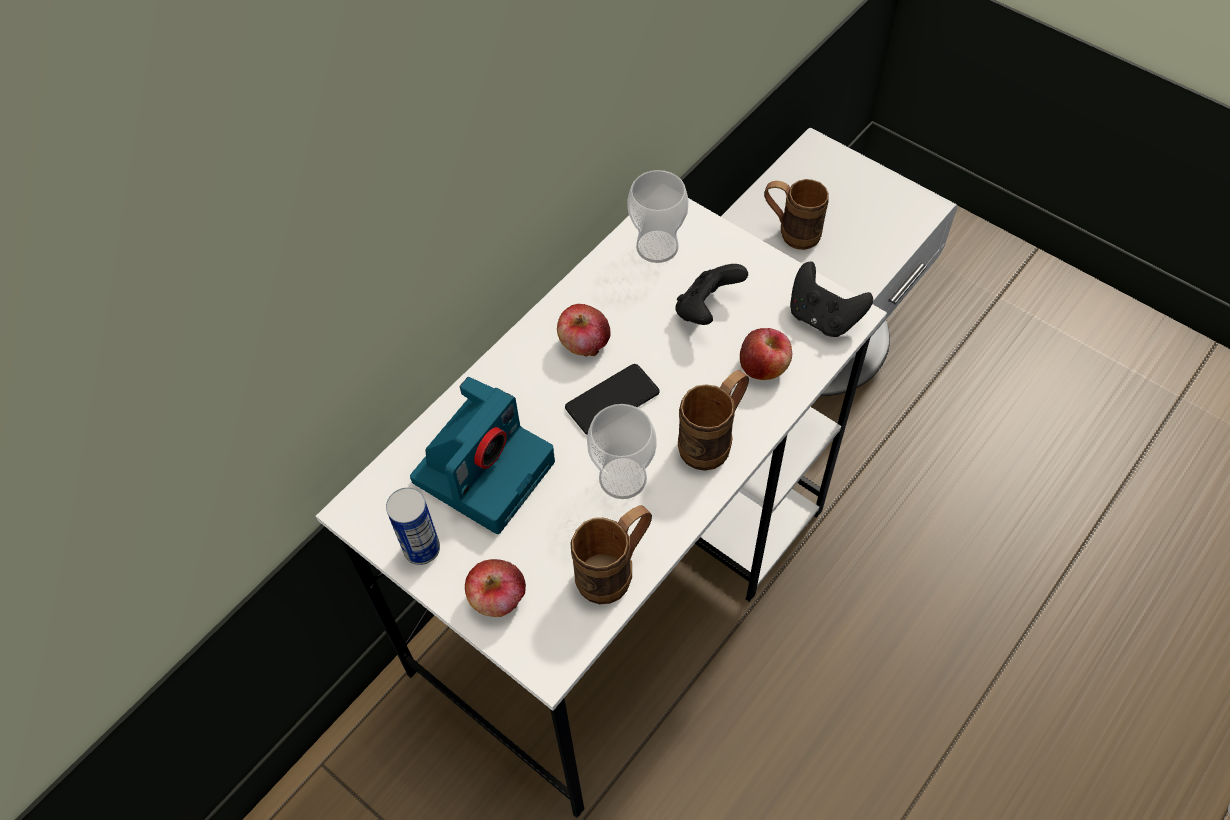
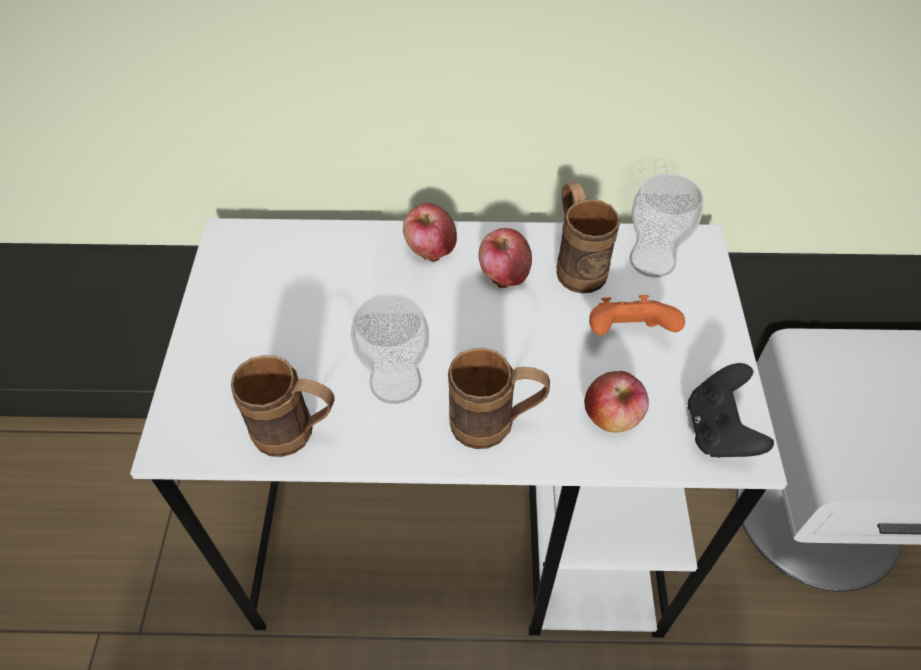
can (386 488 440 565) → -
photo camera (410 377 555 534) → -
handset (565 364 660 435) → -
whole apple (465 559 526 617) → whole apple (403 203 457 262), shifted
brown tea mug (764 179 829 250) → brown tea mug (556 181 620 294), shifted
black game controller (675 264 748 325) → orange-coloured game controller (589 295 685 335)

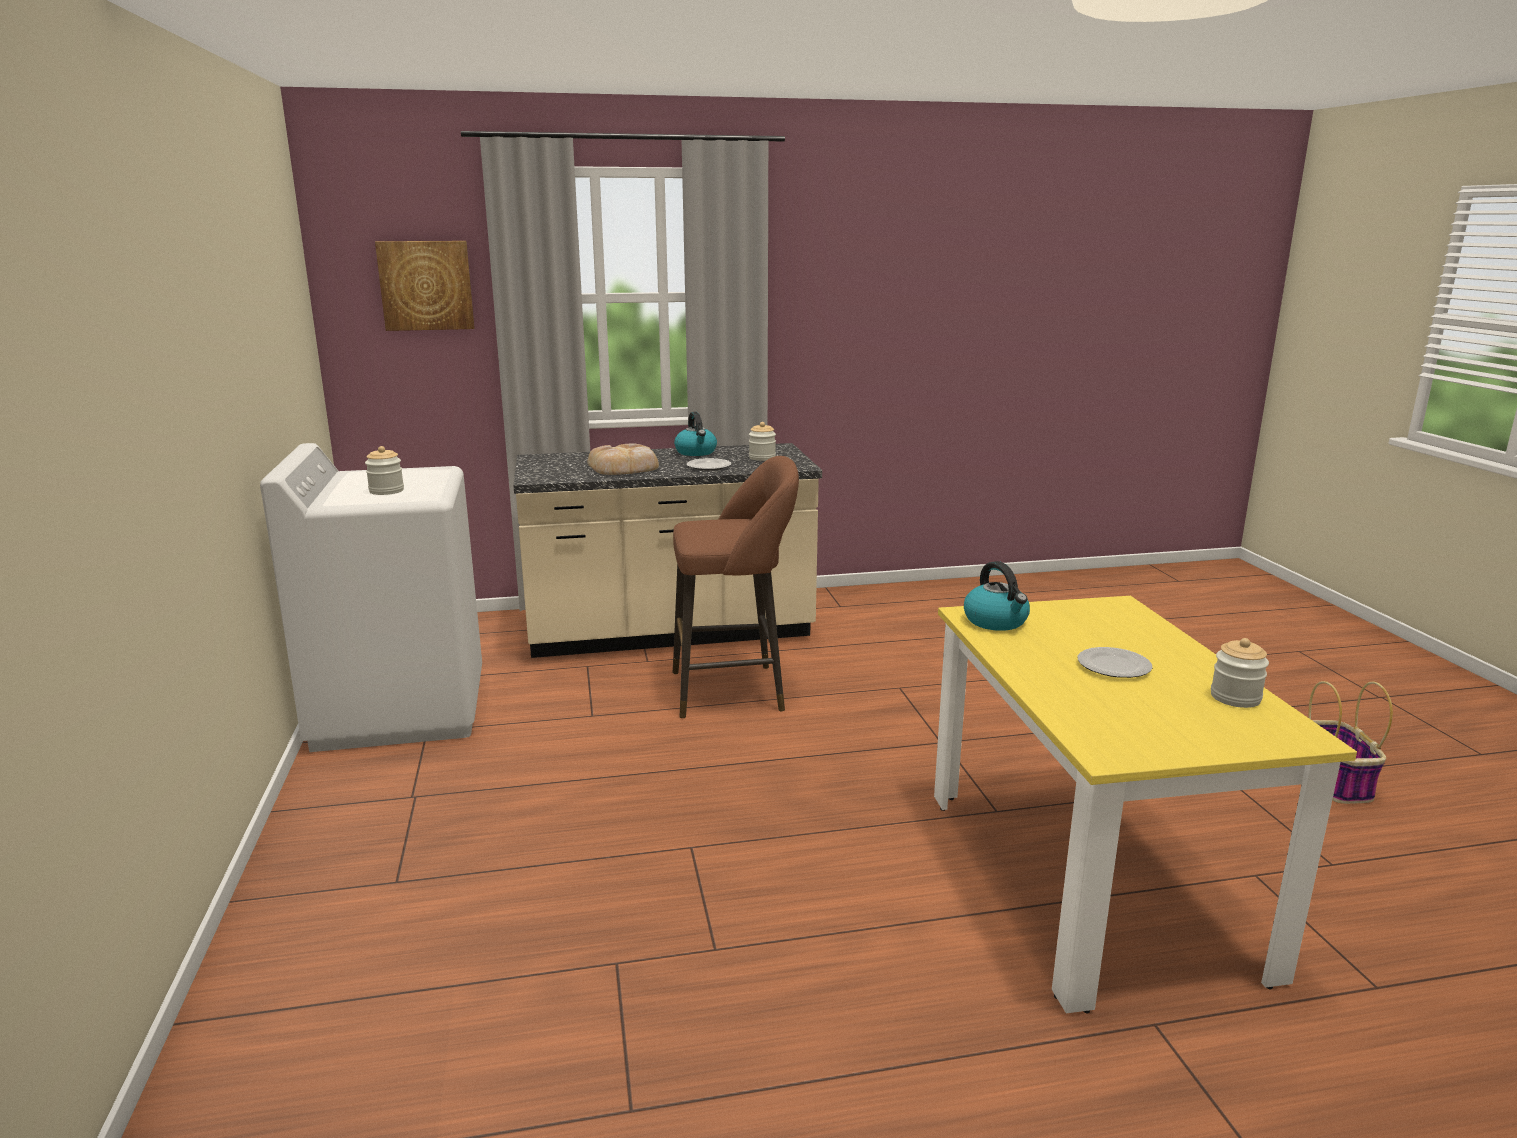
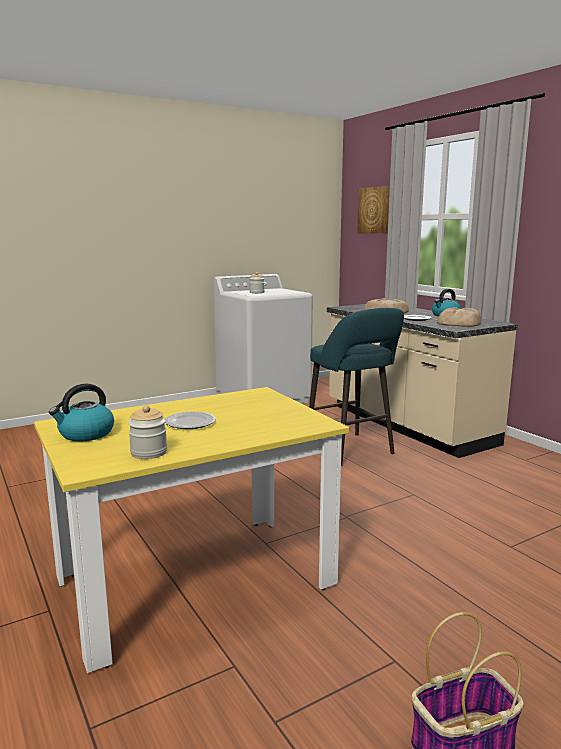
water kettle (964 561 1030 631) → water kettle (49 384 114 442), shifted
storage jar (749 422 776 461) → bread (437 307 481 327)
brown stool seat (673 456 799 718) → turquoise stool seat (309 308 404 466)

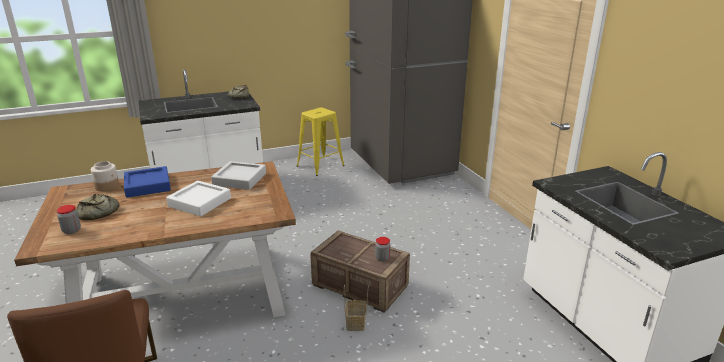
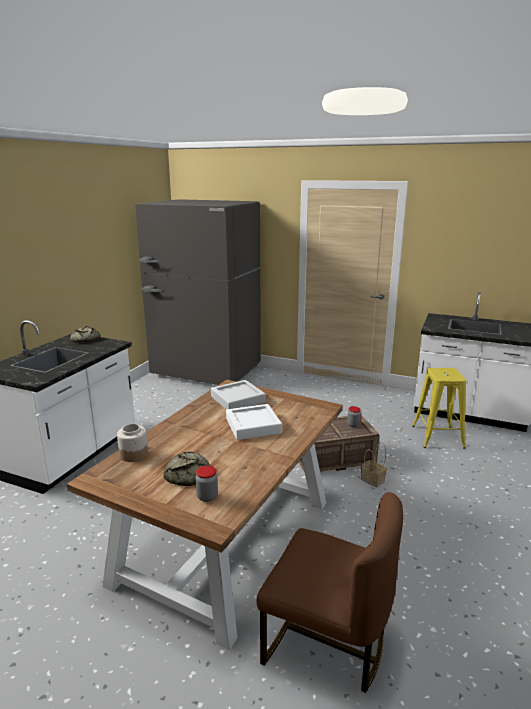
bluish tray (124 166 171 198) → -
yellowish stool seat (297 108 345 176) → yellowish stool seat (412 368 466 449), shifted

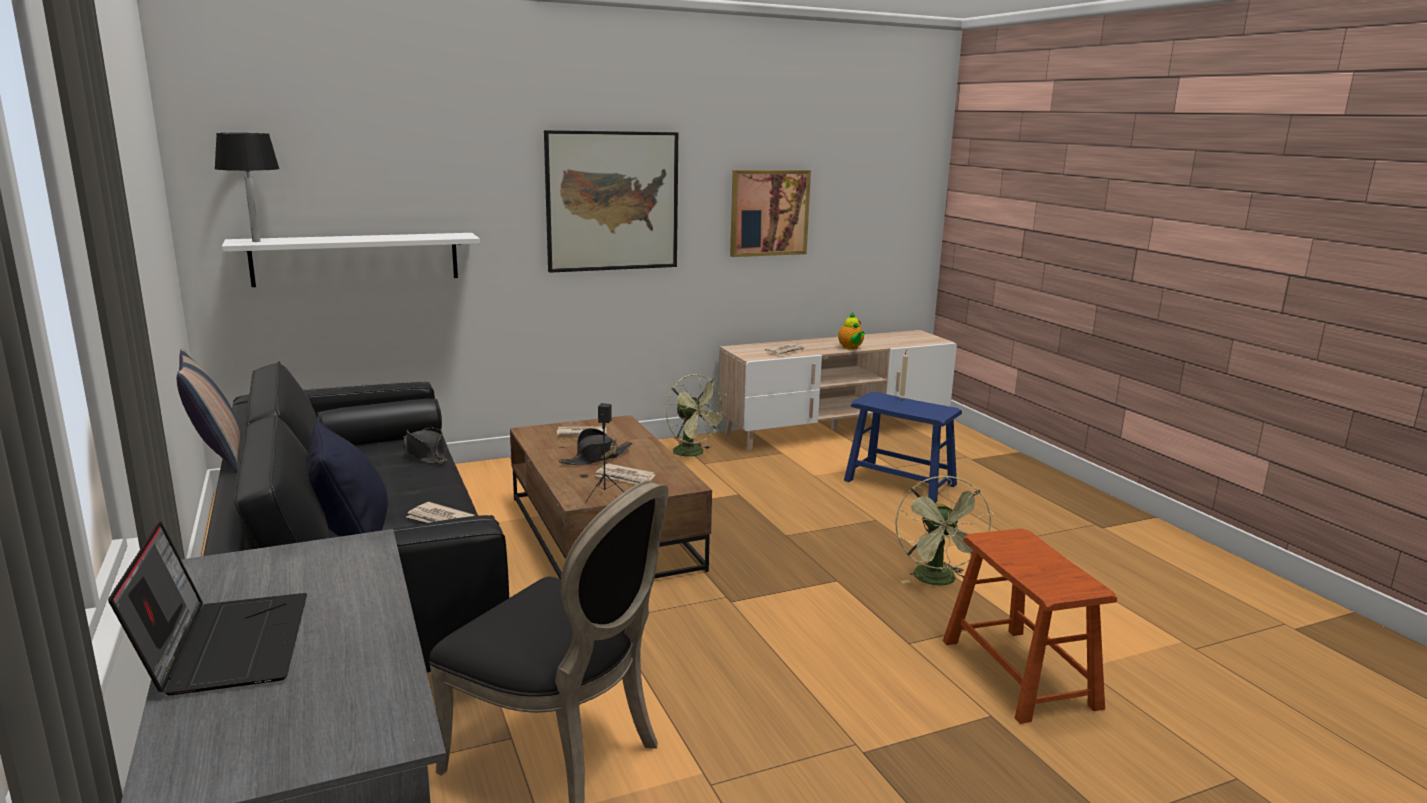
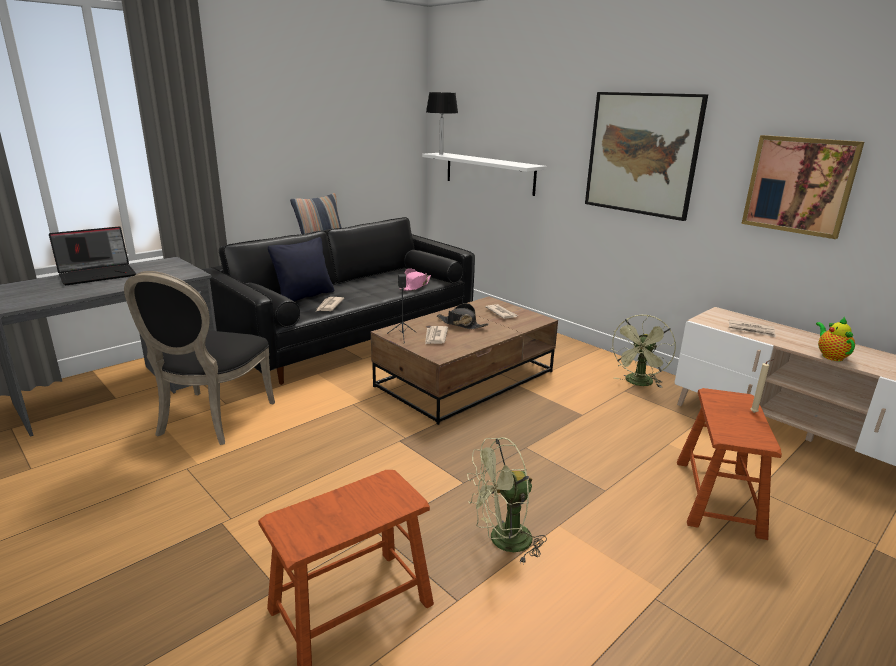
black clothing hat (404 427 447 464) → pink-coloured clothing hat (400 268 431 291)
bluish stool seat (844 392 962 503) → brown stool seat (677 388 782 540)
tea pot (838 312 865 350) → tea pot (816 317 855 361), 120 degrees clockwise

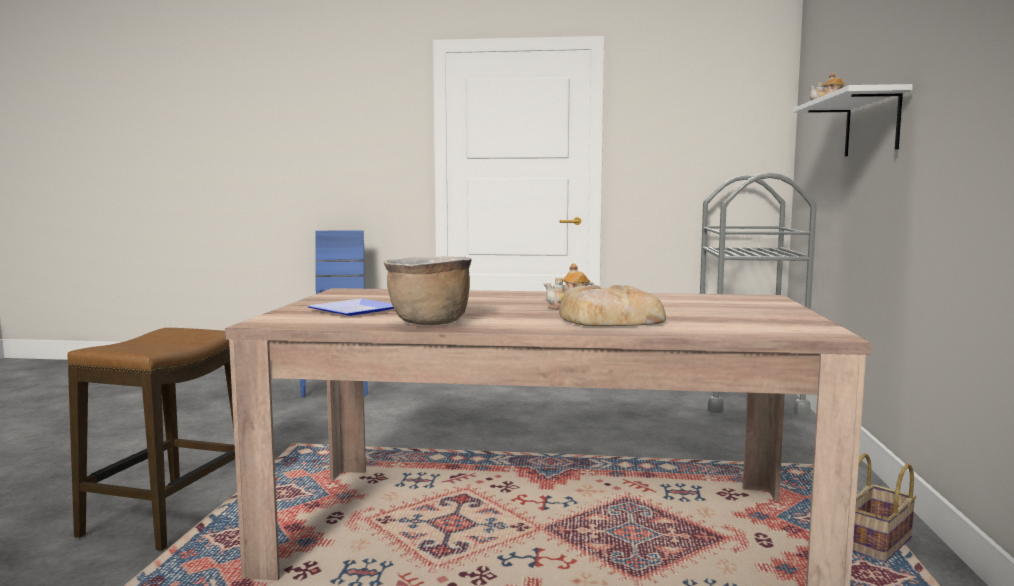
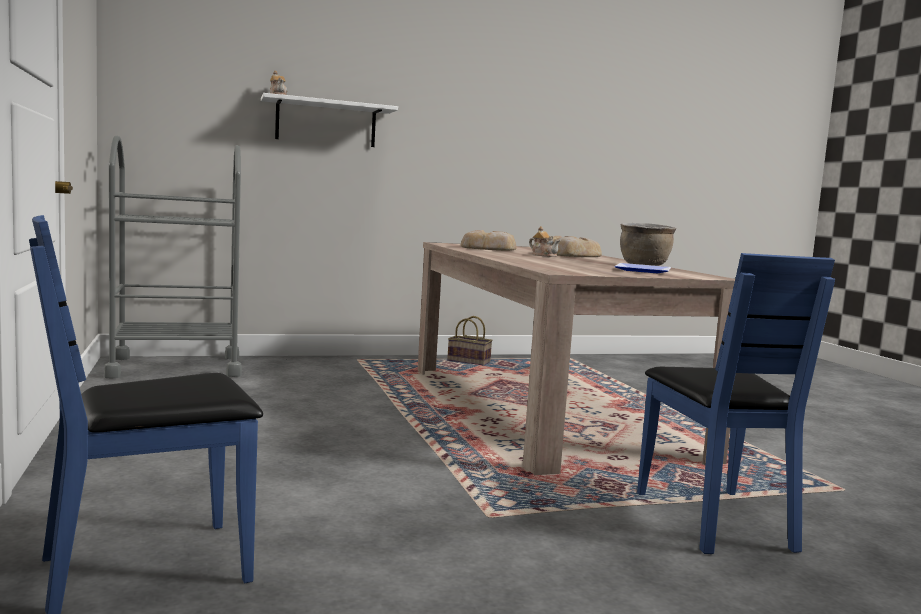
- → bread (460 230 517 251)
stool seat (68 328 235 551) → bluish upright chair (637 253 835 554)

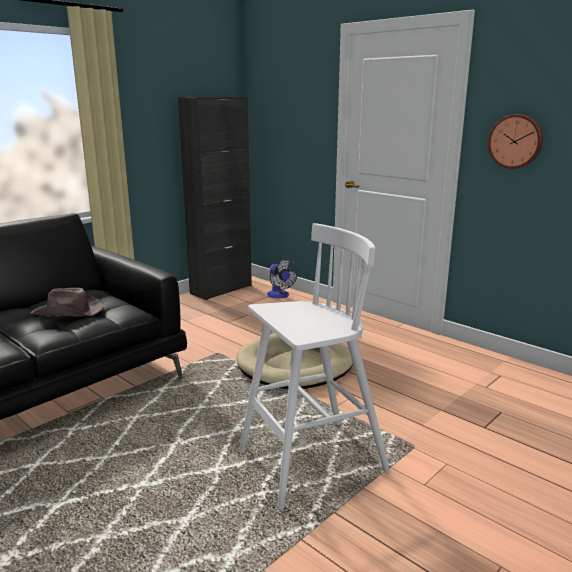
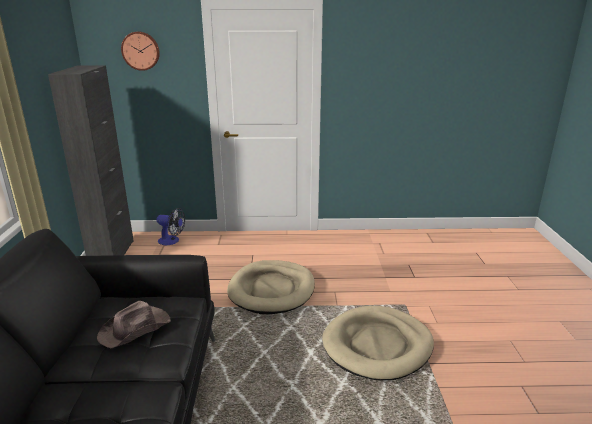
clock on the wall (488 114 543 169) → clock on the wall (121 32 160 71), shifted
whitish stool seat (239 223 390 510) → beige dog cushion (322 306 434 380)

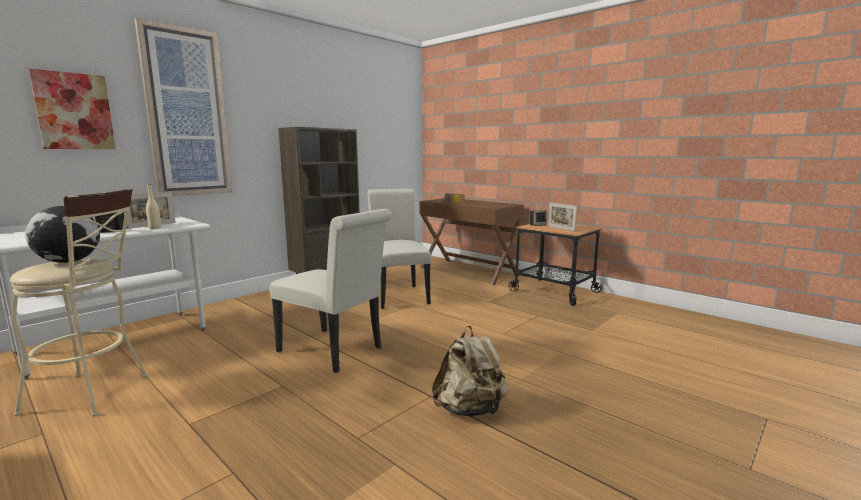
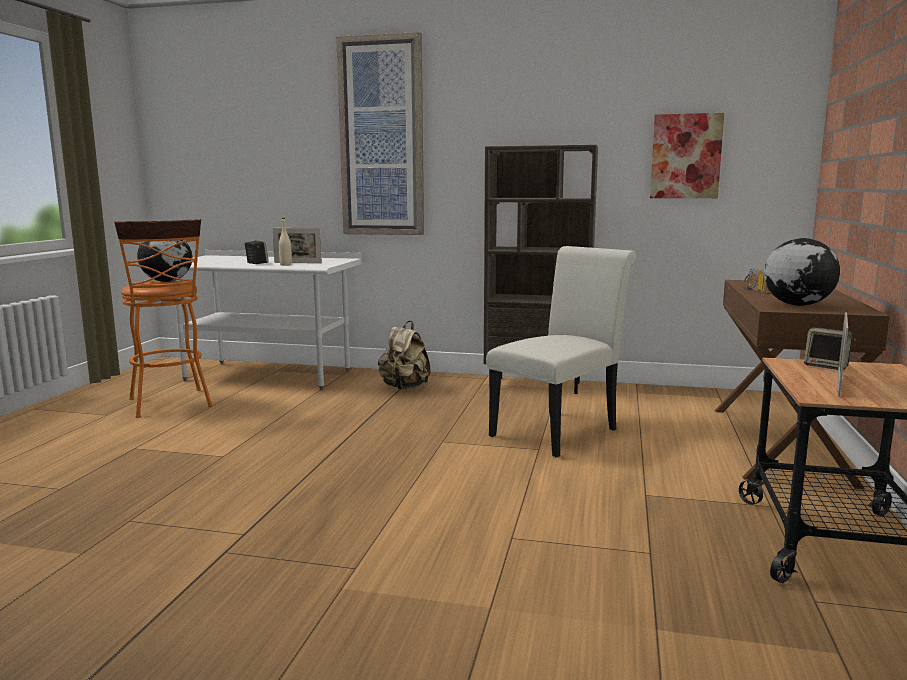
whitish upright chair (269 209 392 373) → -
- → desk globe (764 238 840 306)
wall picture (29 69 116 149) → wall picture (650 113 724 198), shifted
beige backpack (432 326 509 417) → beige backpack (378 321 431 389), shifted
beige stool seat (10 188 148 417) → orange-coloured stool seat (114 219 213 418)

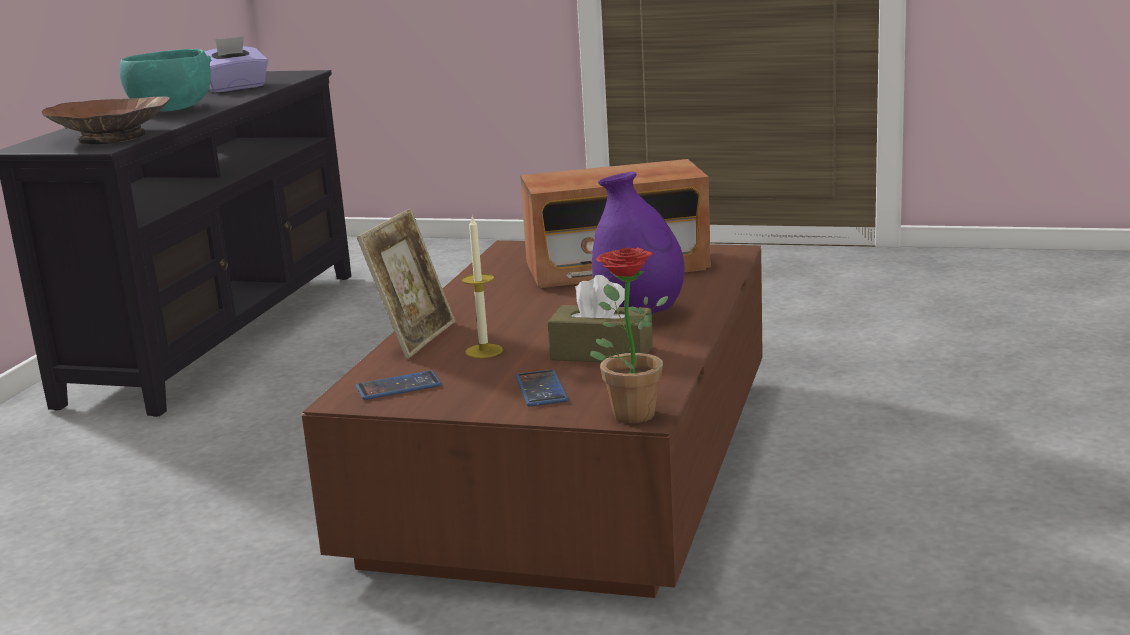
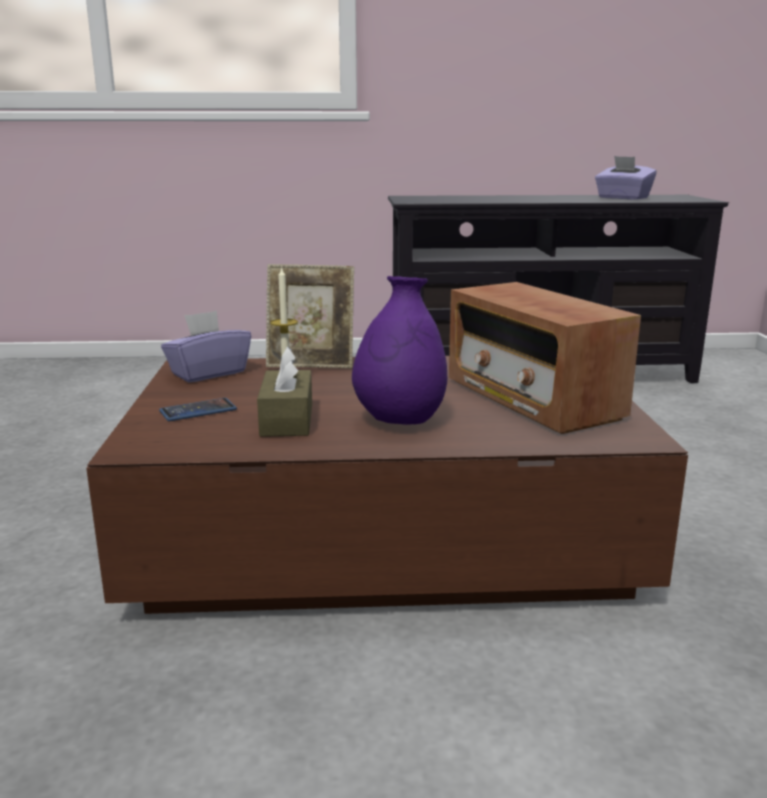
brown serving bowl (42 96 170 144) → -
turquoise serving bowl (119 49 212 112) → -
potted plant (590 247 669 424) → -
handset (356 370 442 400) → purple-coloured tissue holder (161 310 251 382)

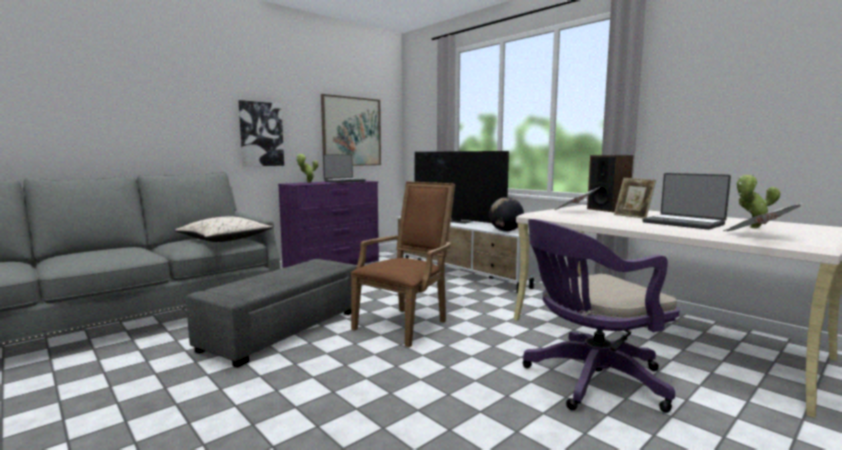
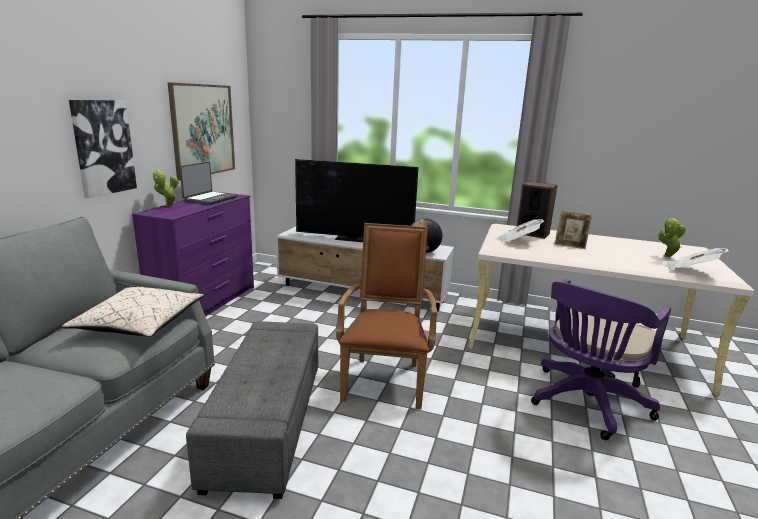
laptop (643 173 731 230) → -

